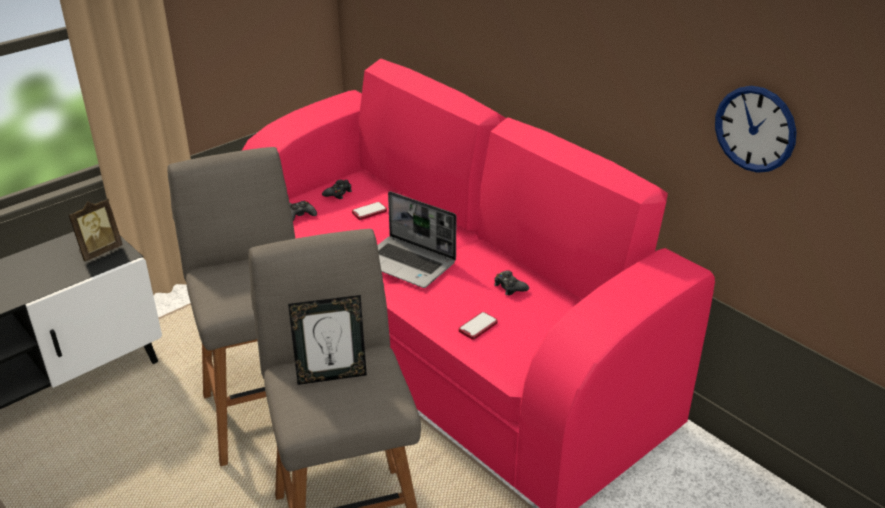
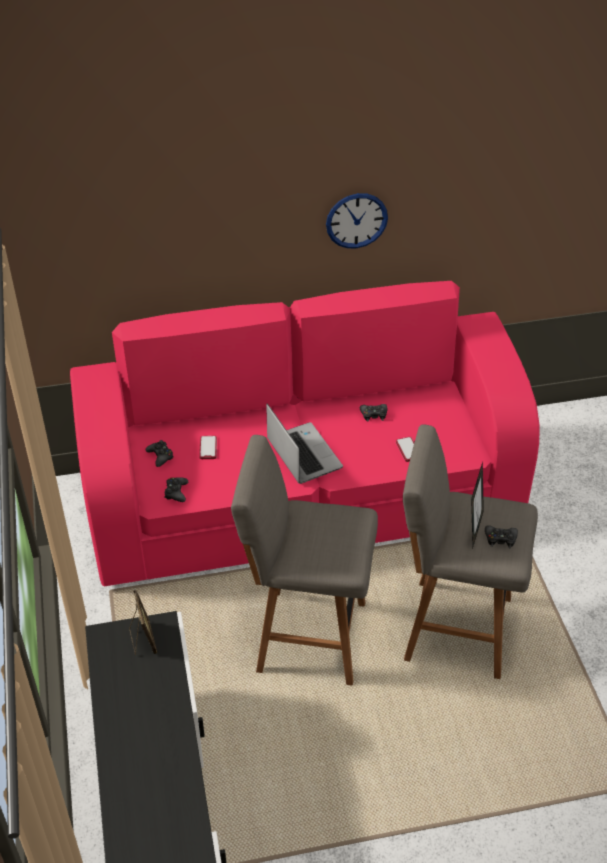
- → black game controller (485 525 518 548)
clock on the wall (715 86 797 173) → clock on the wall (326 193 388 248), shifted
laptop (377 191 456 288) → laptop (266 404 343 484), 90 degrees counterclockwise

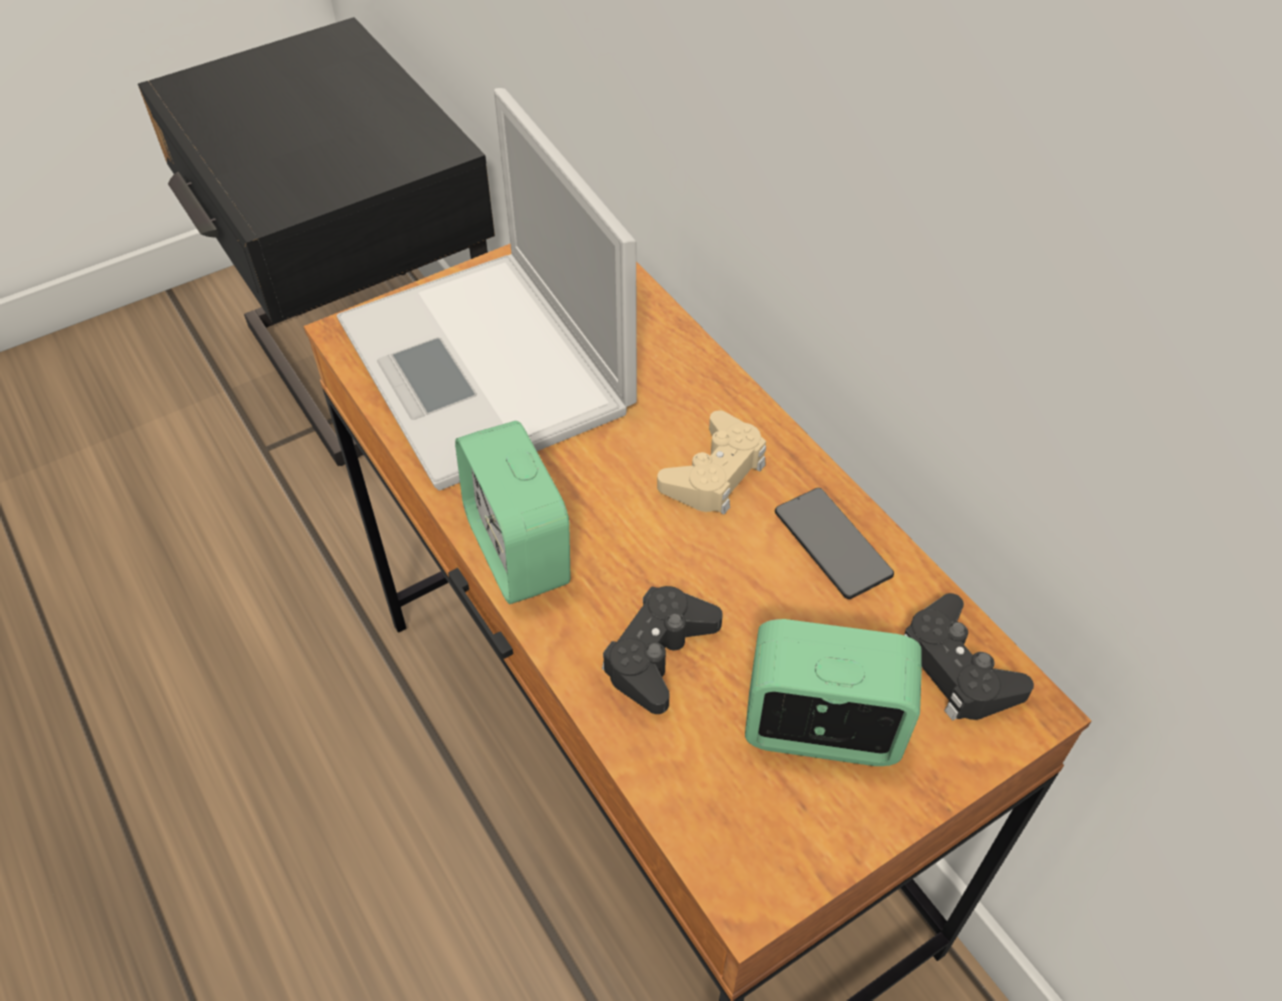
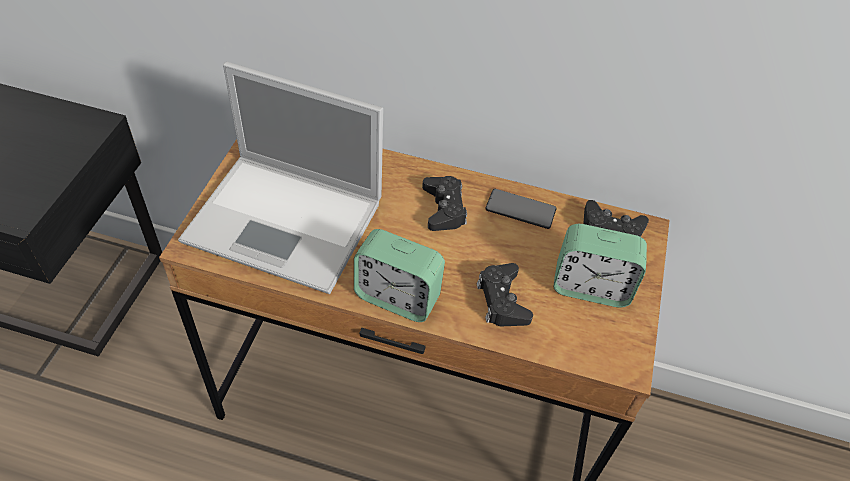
beige game controller (657 410 766 514) → black game controller (422 176 467 231)
table clock (745 619 922 766) → table clock (553 224 647 308), 135 degrees counterclockwise

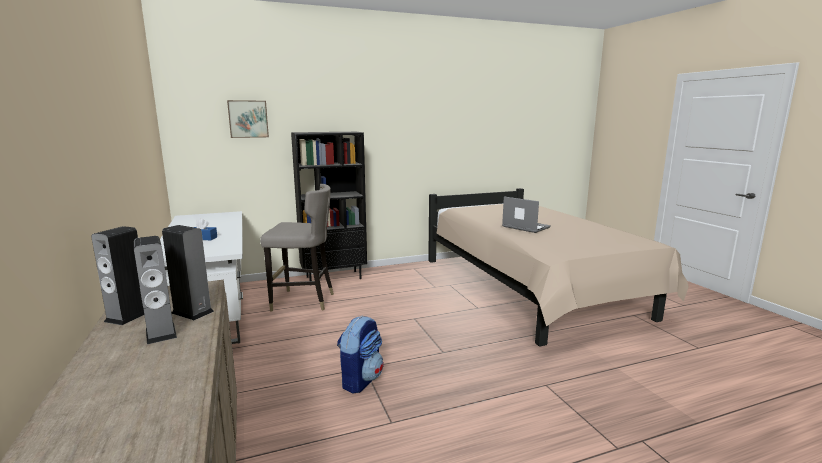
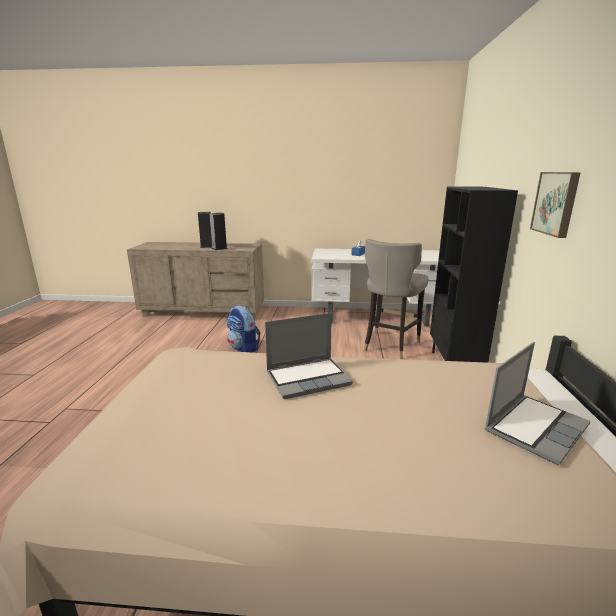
loudspeaker (91 226 144 325) → -
- → laptop (485 342 591 465)
wall picture (227 100 269 138) → wall picture (530 172 581 238), shifted

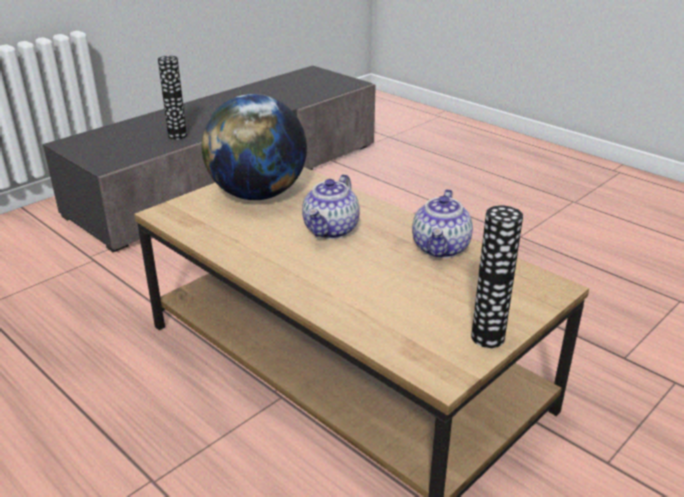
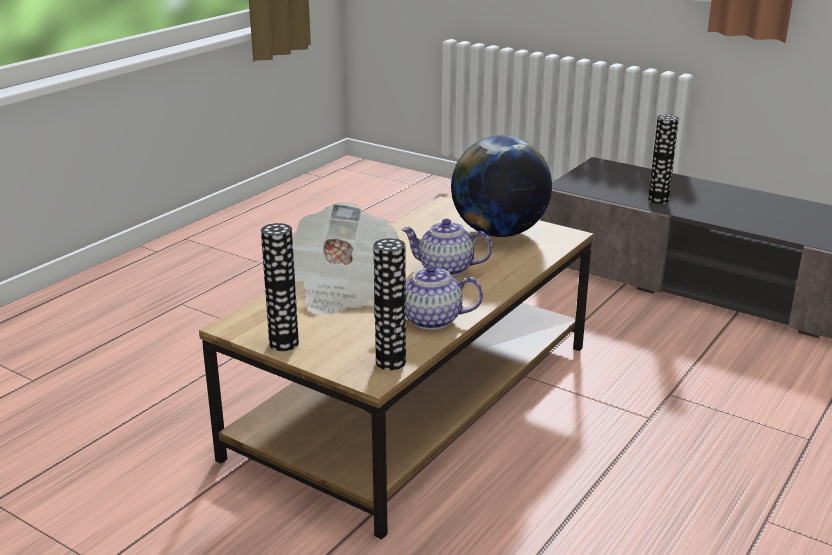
- → newspaper (292 202 399 315)
- → flower vase (373 238 406 370)

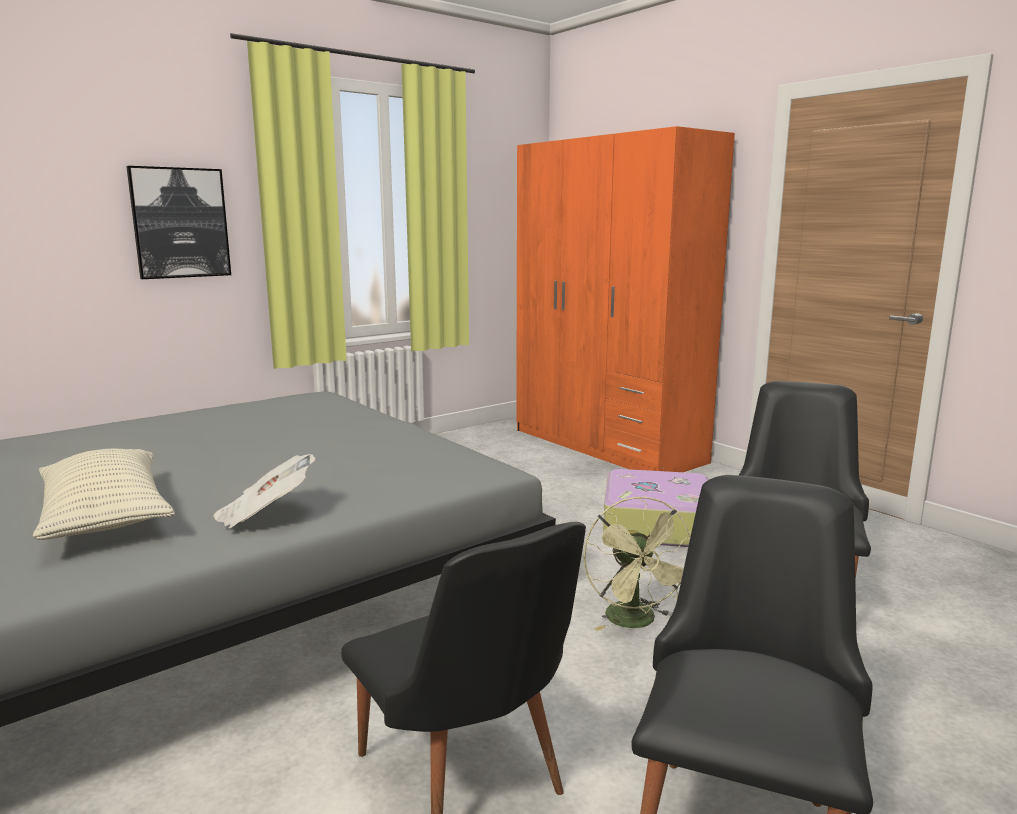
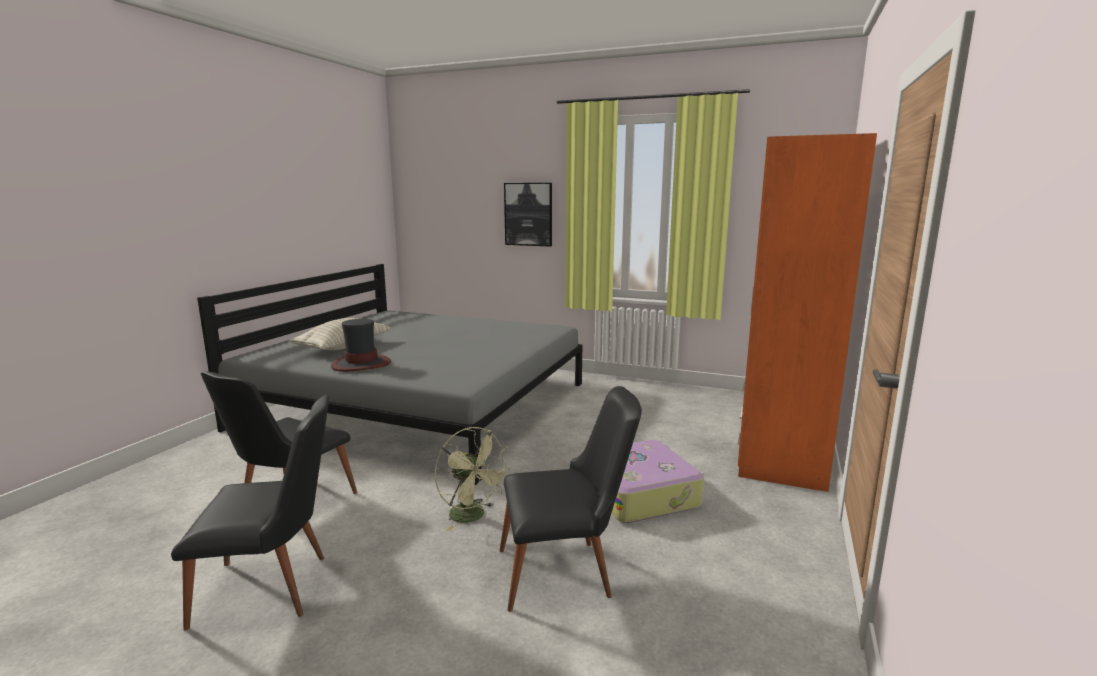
newspaper (213 454 315 528) → clothing hat (331 319 391 372)
greenish fan (584 496 691 631) → greenish fan (435 427 511 531), 90 degrees counterclockwise

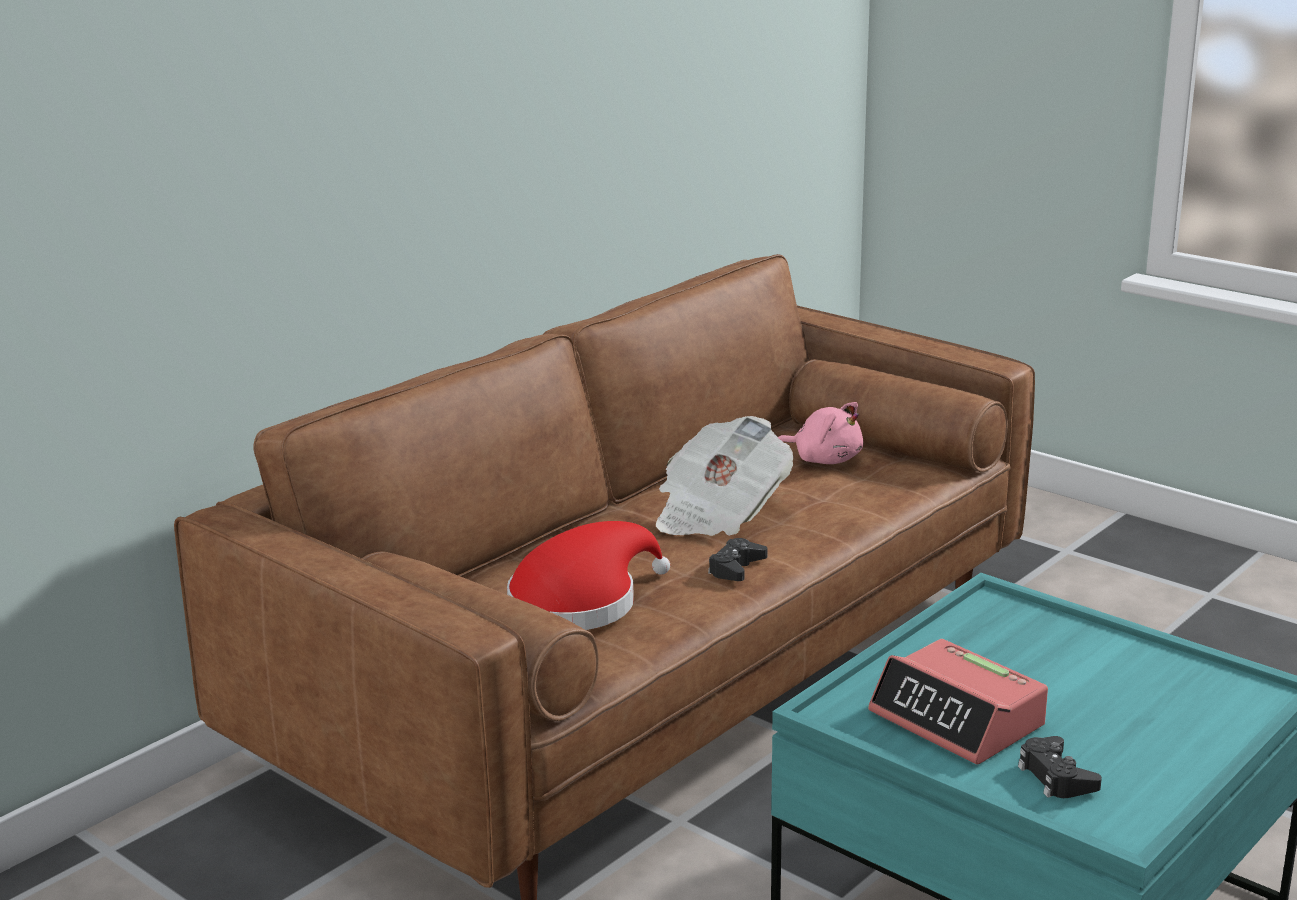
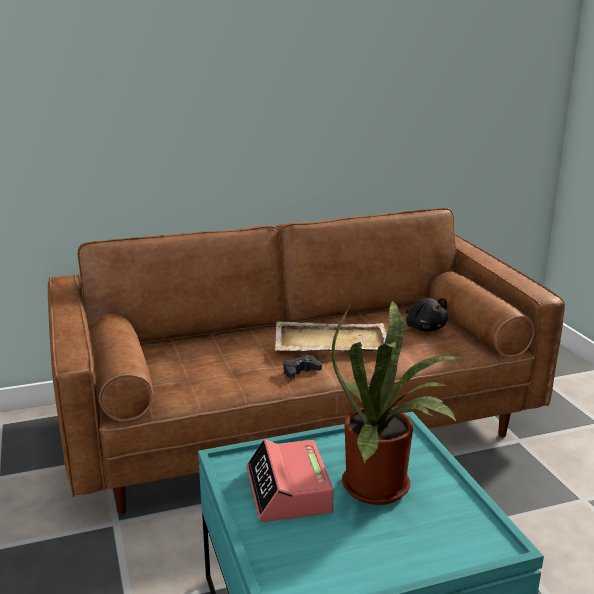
red-coloured clothing hat (507 521 670 630) → -
black game controller (1018 736 1102 798) → -
- → potted plant (332 301 463 505)
newspaper (655 416 793 536) → beige tray (275 321 386 351)
pink-coloured soft toy (778 402 863 464) → black soft toy (406 298 448 332)

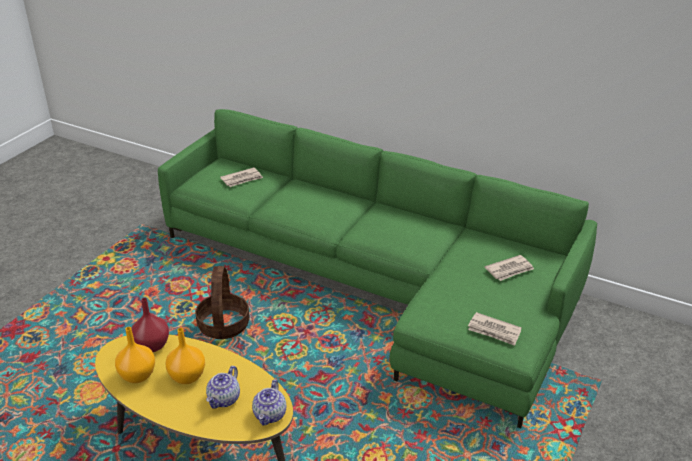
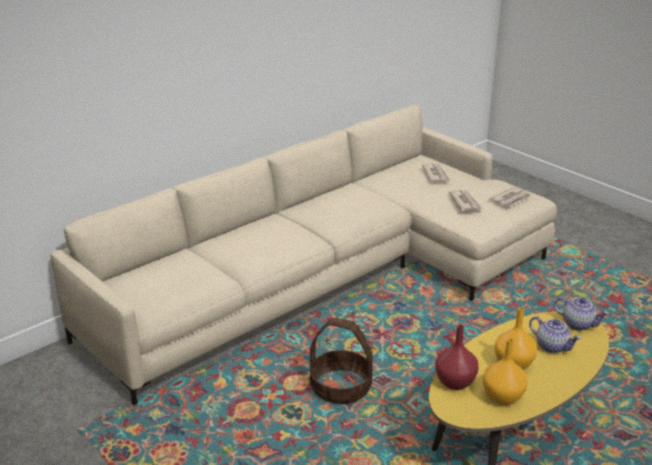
newspaper (220 167 263 187) → newspaper (449 190 483 211), shifted
greenish couch (158 109 597 428) → beige couch (51 105 557 405)

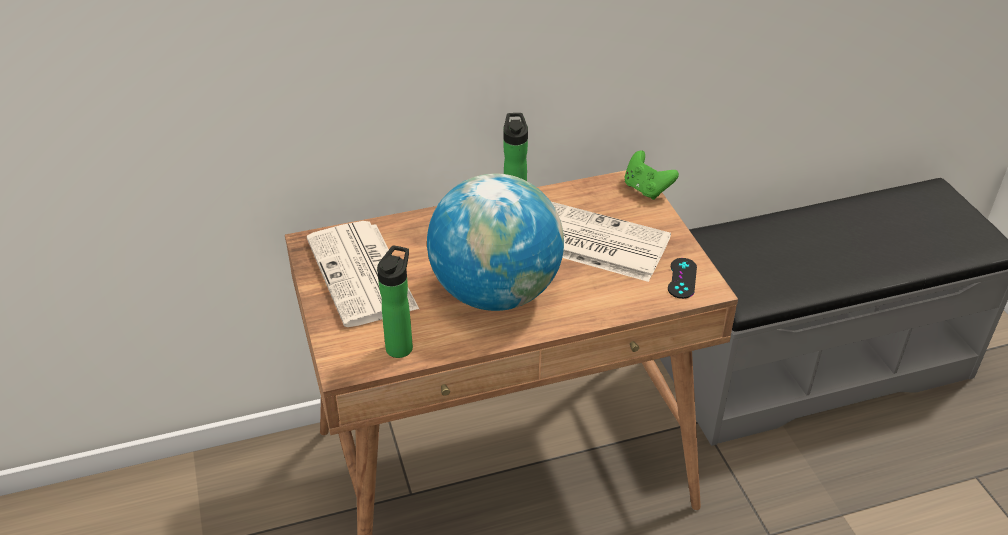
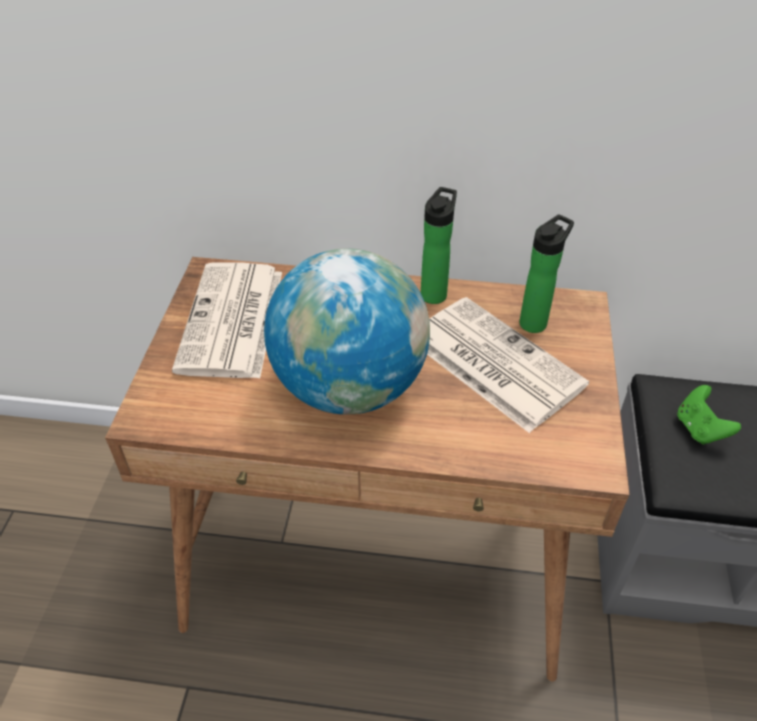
black game controller (668 258 697 299) → -
bottle (377 245 413 358) → bottle (519 214 574 333), shifted
greenish game controller (625 151 679 200) → greenish game controller (677 385 741 445), shifted

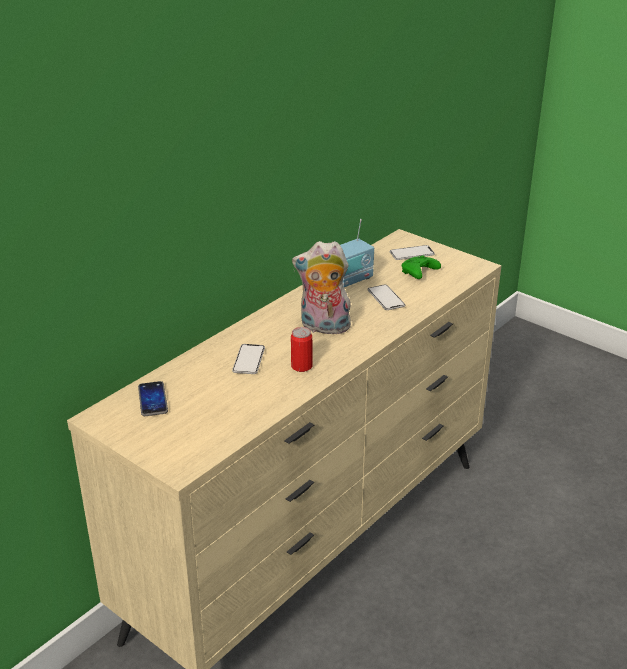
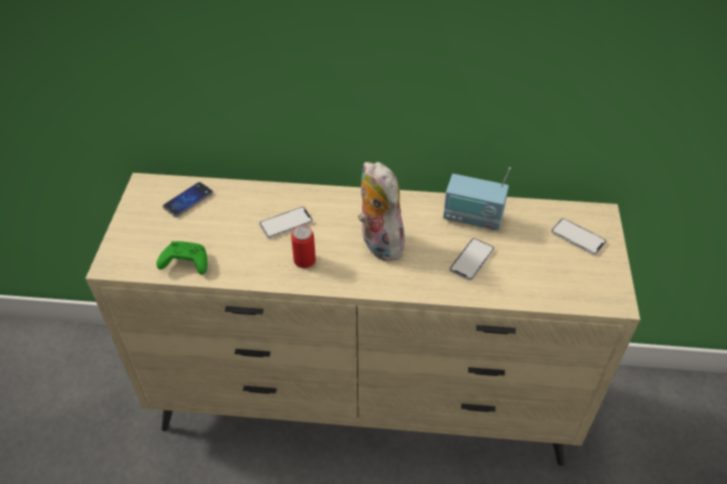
greenish game controller (402 255 441 279) → greenish game controller (157 241 207 275), shifted

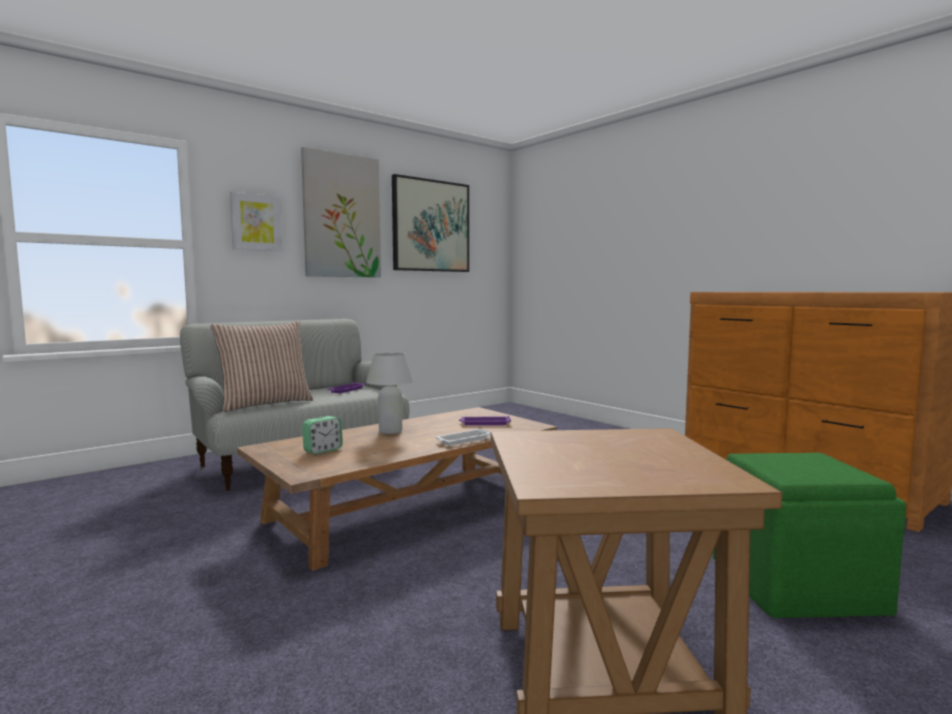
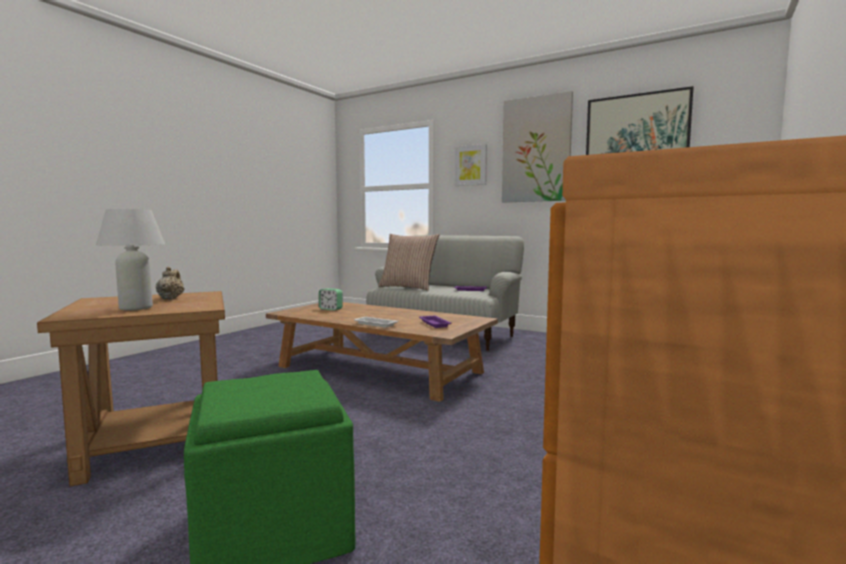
- → beige tea pot (156 266 184 299)
whitish tabletop lamp (366 353 413 434) → whitish tabletop lamp (96 209 165 311), shifted

